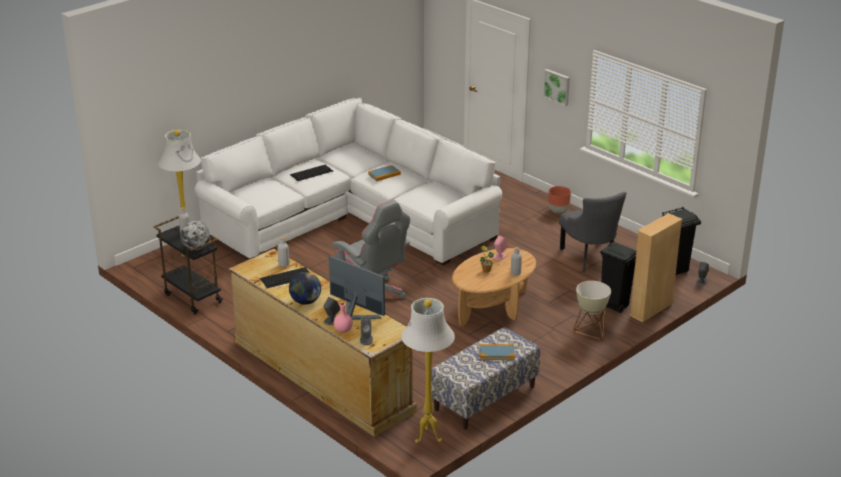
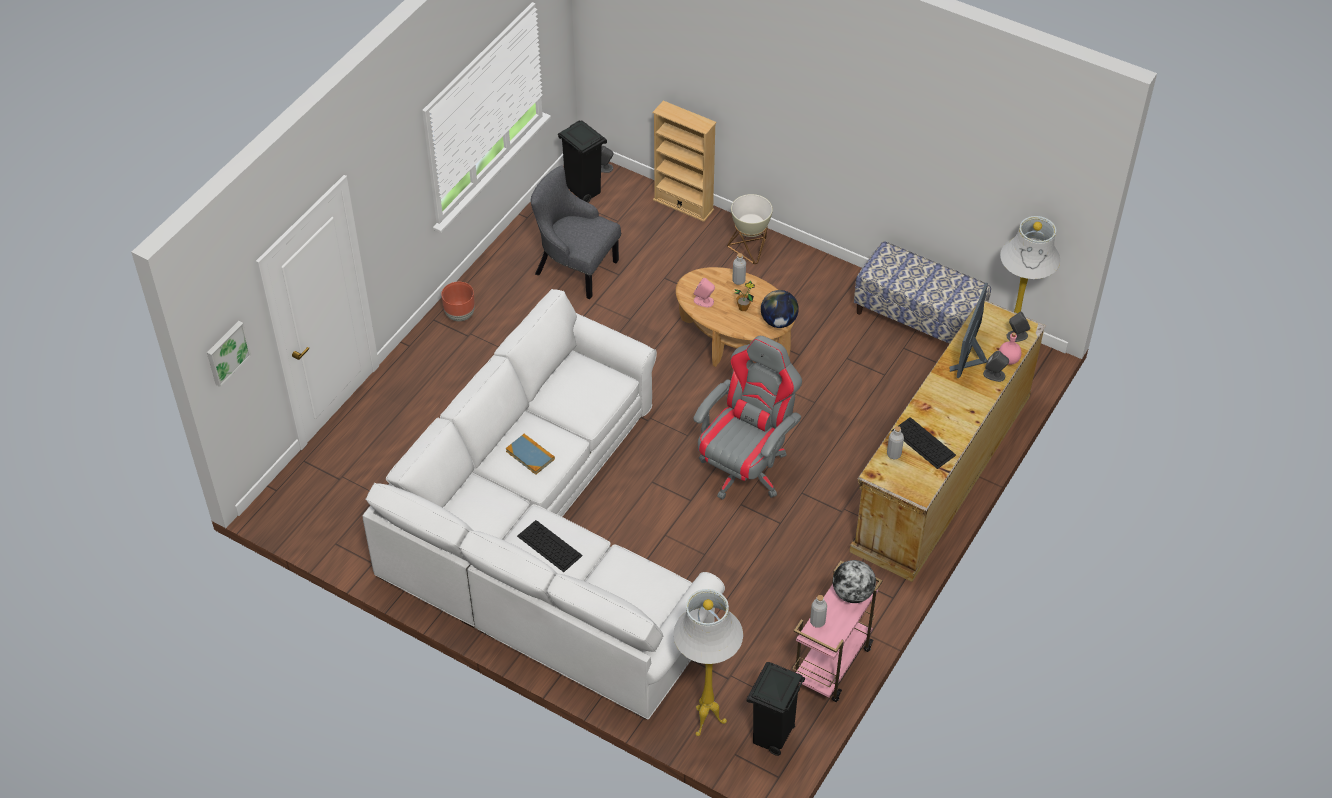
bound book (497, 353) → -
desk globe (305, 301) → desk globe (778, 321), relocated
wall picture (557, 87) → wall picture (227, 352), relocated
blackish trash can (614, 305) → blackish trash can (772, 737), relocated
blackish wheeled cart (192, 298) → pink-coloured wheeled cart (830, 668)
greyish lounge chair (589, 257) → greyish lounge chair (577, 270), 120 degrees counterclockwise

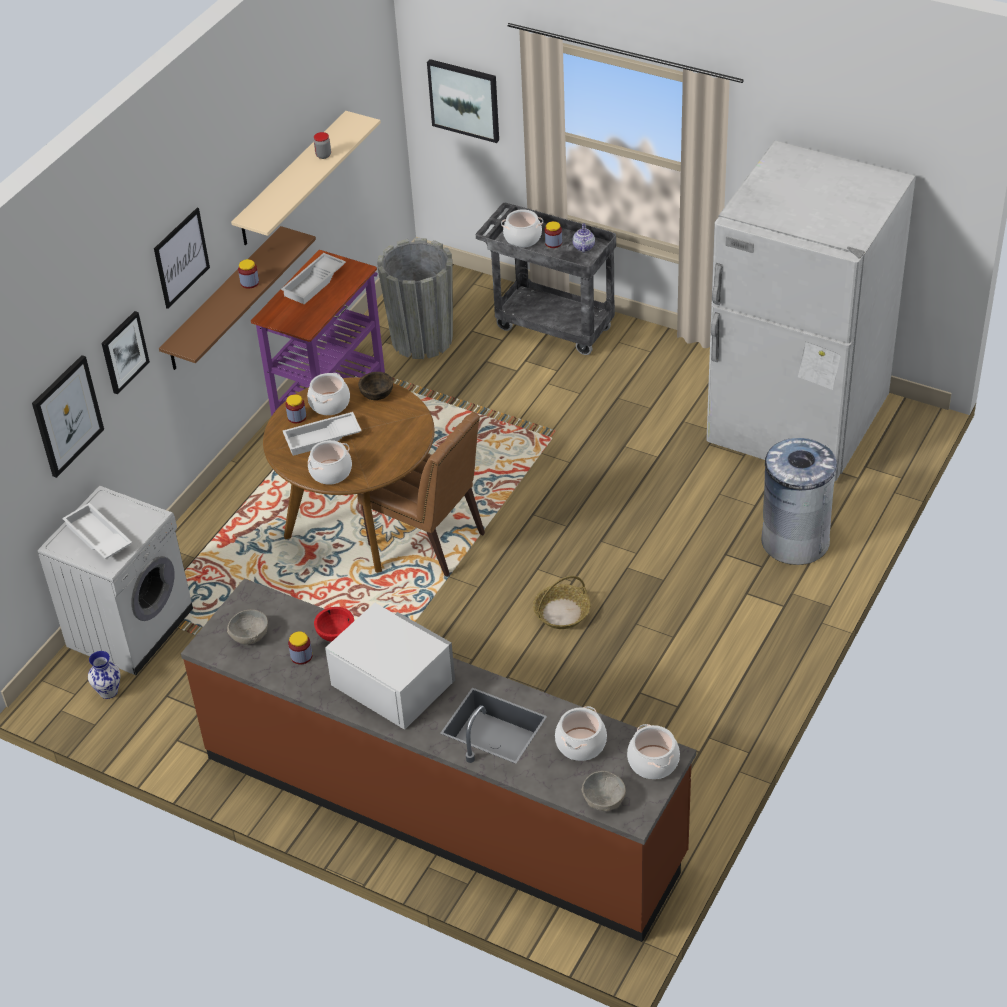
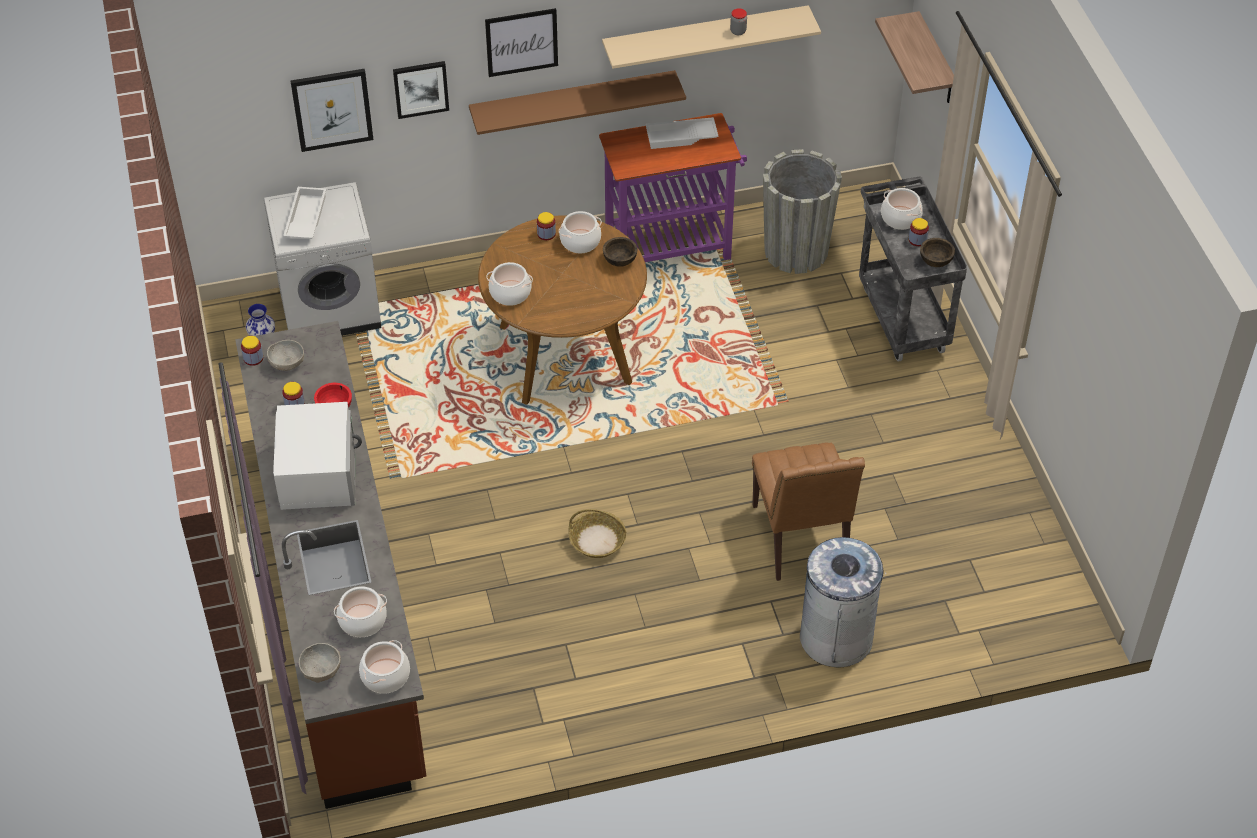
whitish serving tray (322, 439) → -
whitish kitchen fridge (798, 420) → -
jar (249, 283) → jar (253, 358), relocated
brown plain chair (426, 539) → brown plain chair (799, 536), relocated
wall picture (464, 99) → bracket shelf (936, 61)
teapot (583, 247) → brown serving bowl (935, 260)

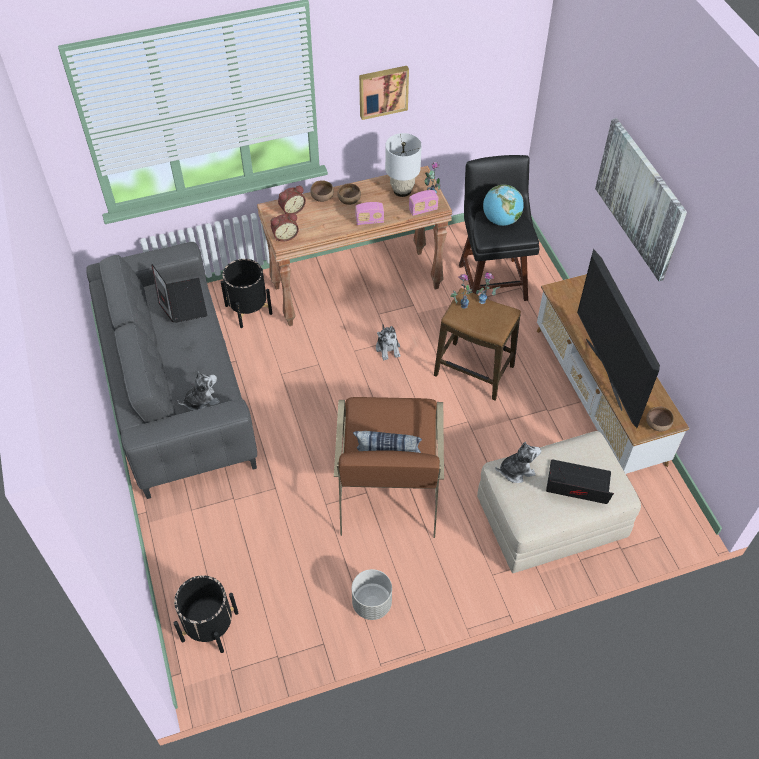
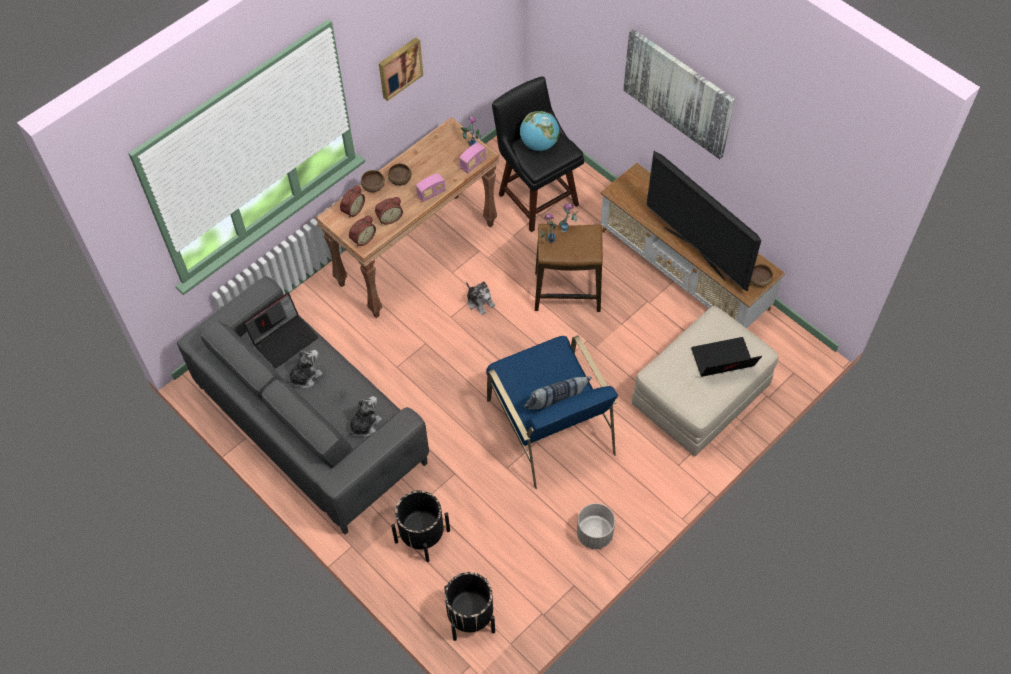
whitish lamp for a table (402, 190) → -
- → bedside clock (389, 217)
blackish plant pot (248, 309) → blackish plant pot (422, 536), relocated
soft toy (516, 470) → soft toy (305, 376), relocated
brown lounge chair (388, 479) → blue lounge chair (548, 421)
portable computer (181, 301) → portable computer (284, 338), 90 degrees clockwise

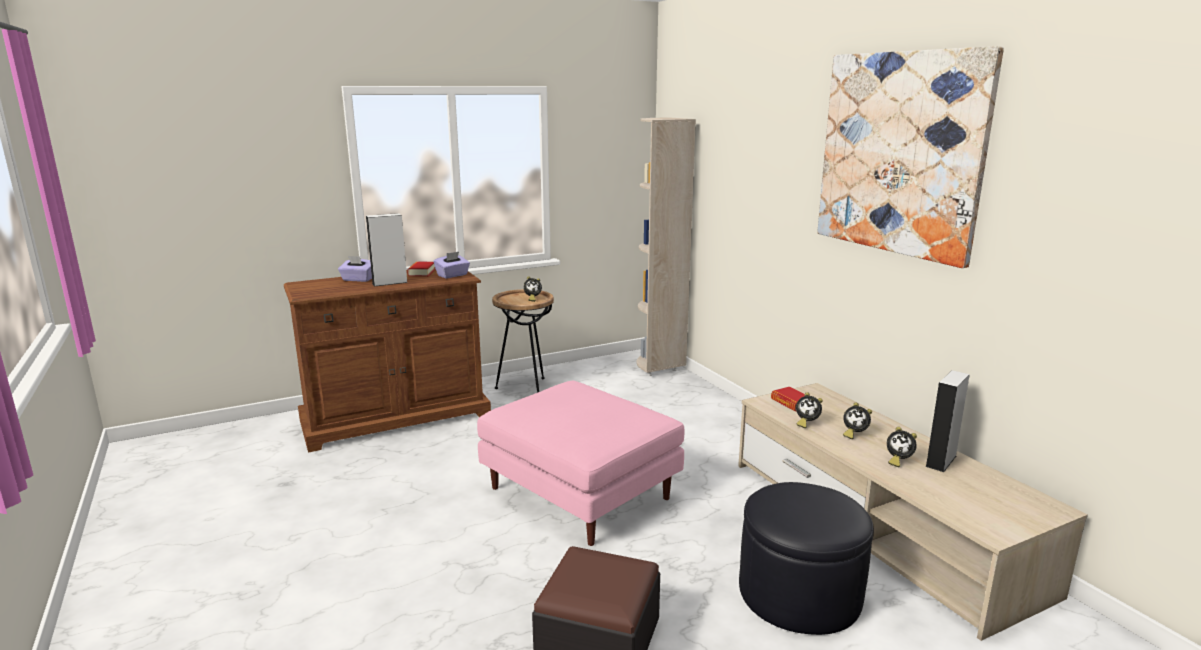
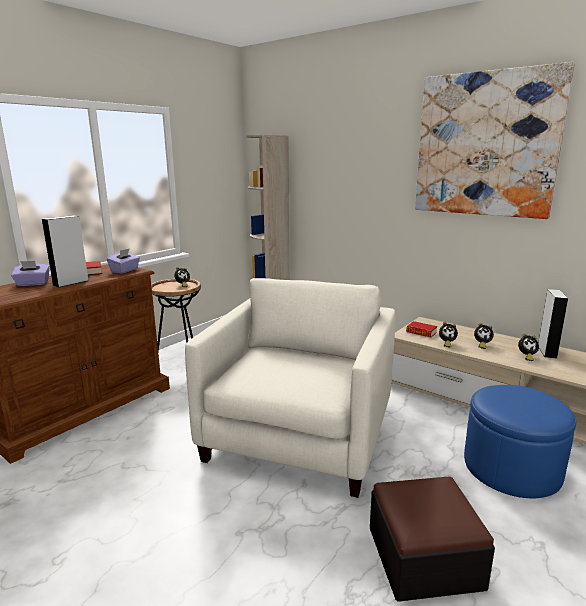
pink-coloured pouffe (582, 494) → sand-coloured lounge chair (299, 435)
blackish pouffe (800, 594) → blue pouffe (511, 467)

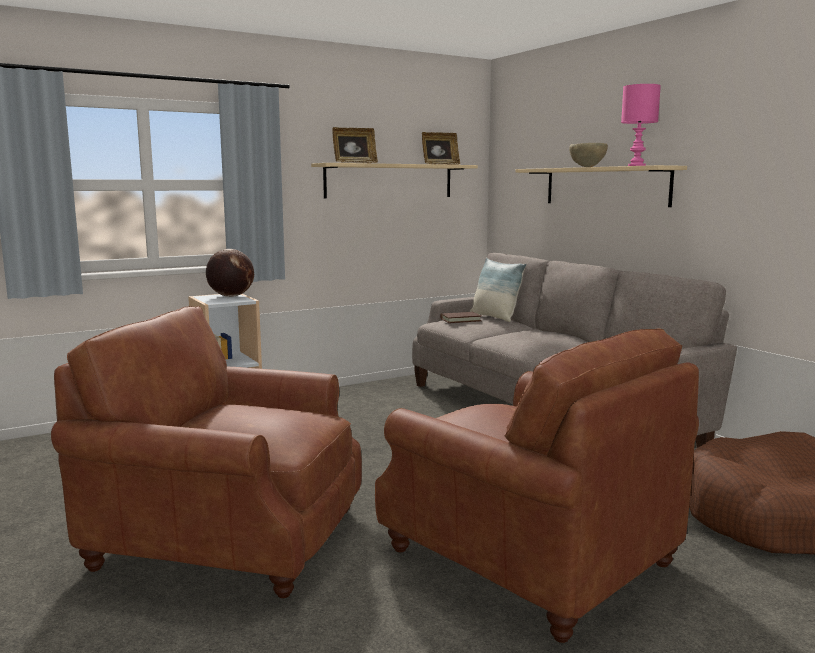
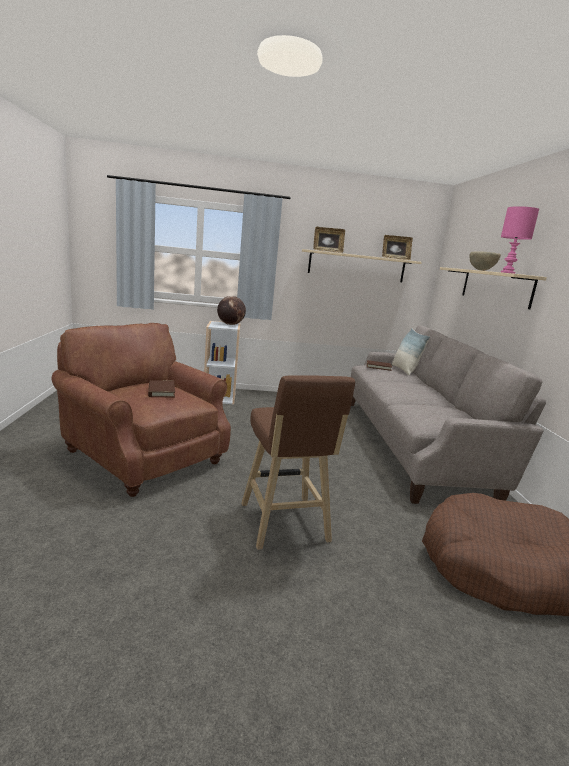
- → brown bound book (161, 391)
brown lounge chair (529, 556) → brown stool (285, 525)

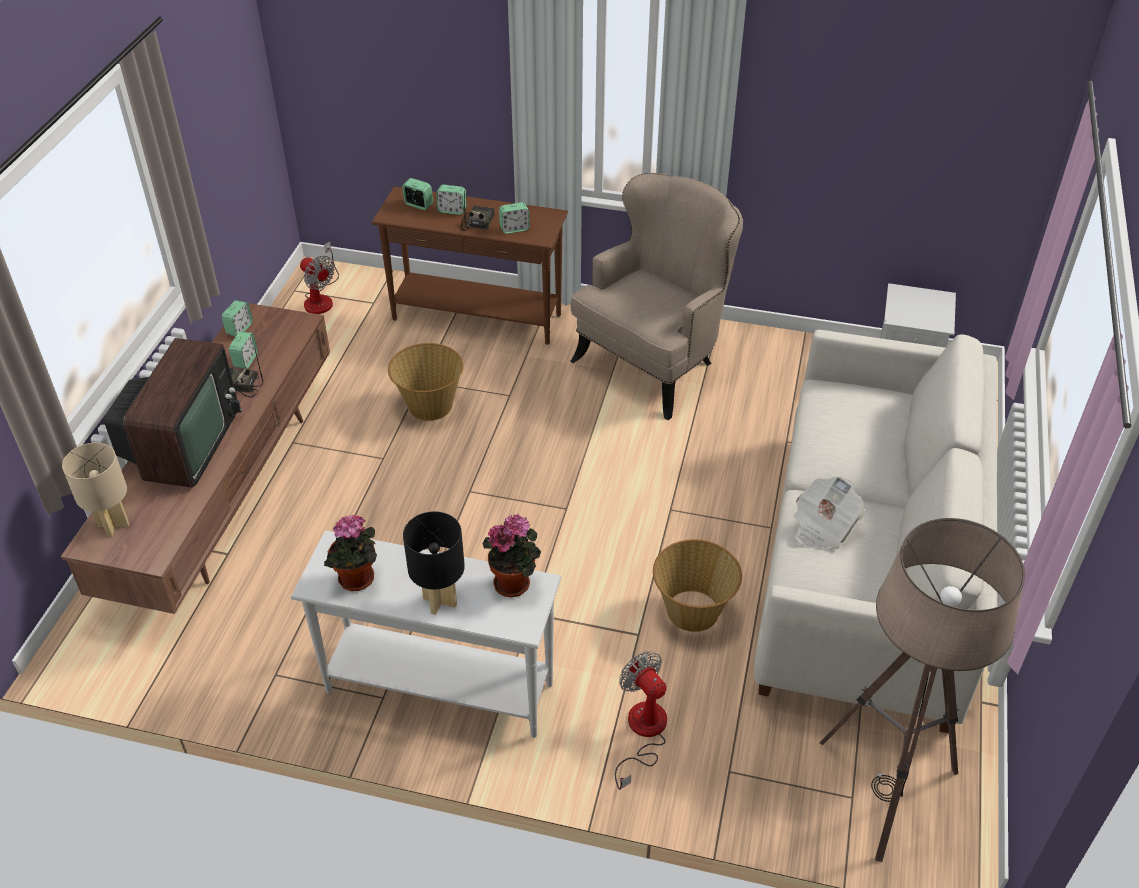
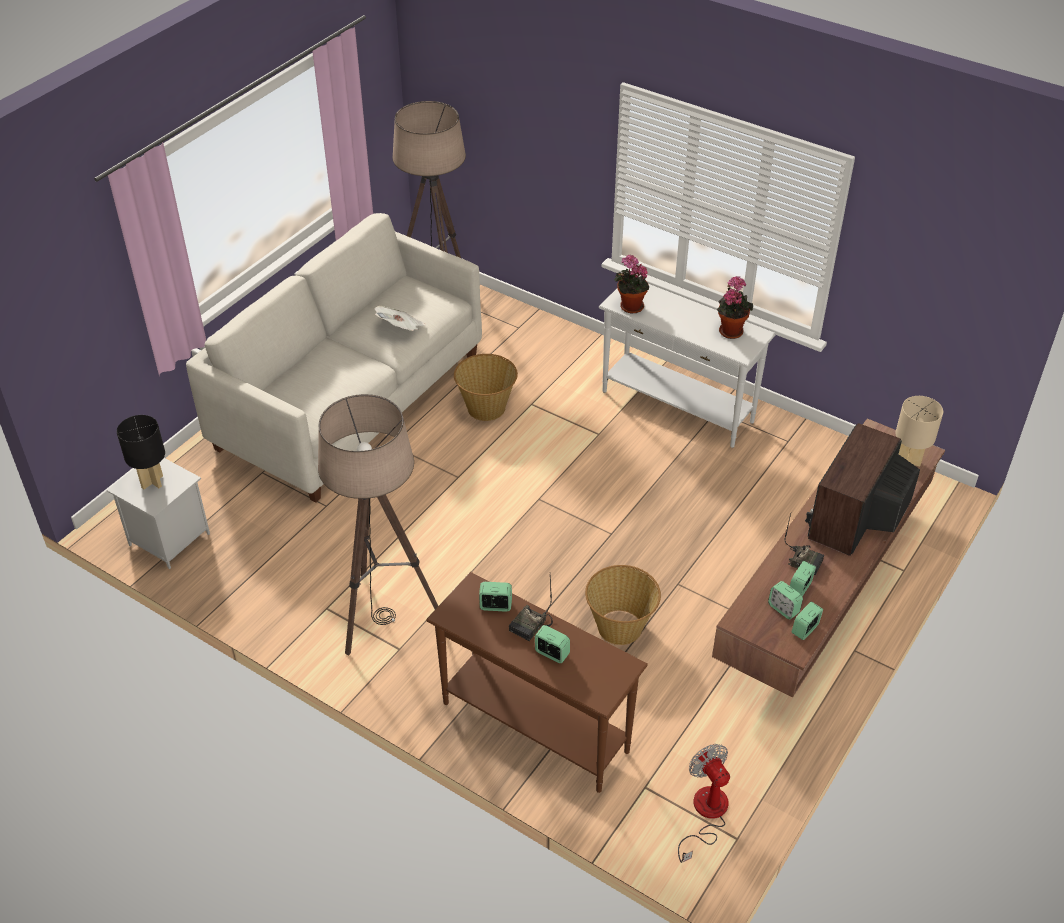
cooling fan (643, 733) → -
bedside clock (418, 205) → bedside clock (783, 609), relocated
blackish lamp for a table (440, 601) → blackish lamp for a table (151, 481), relocated
sand-coloured lounge chair (654, 363) → standing lamp (384, 614)

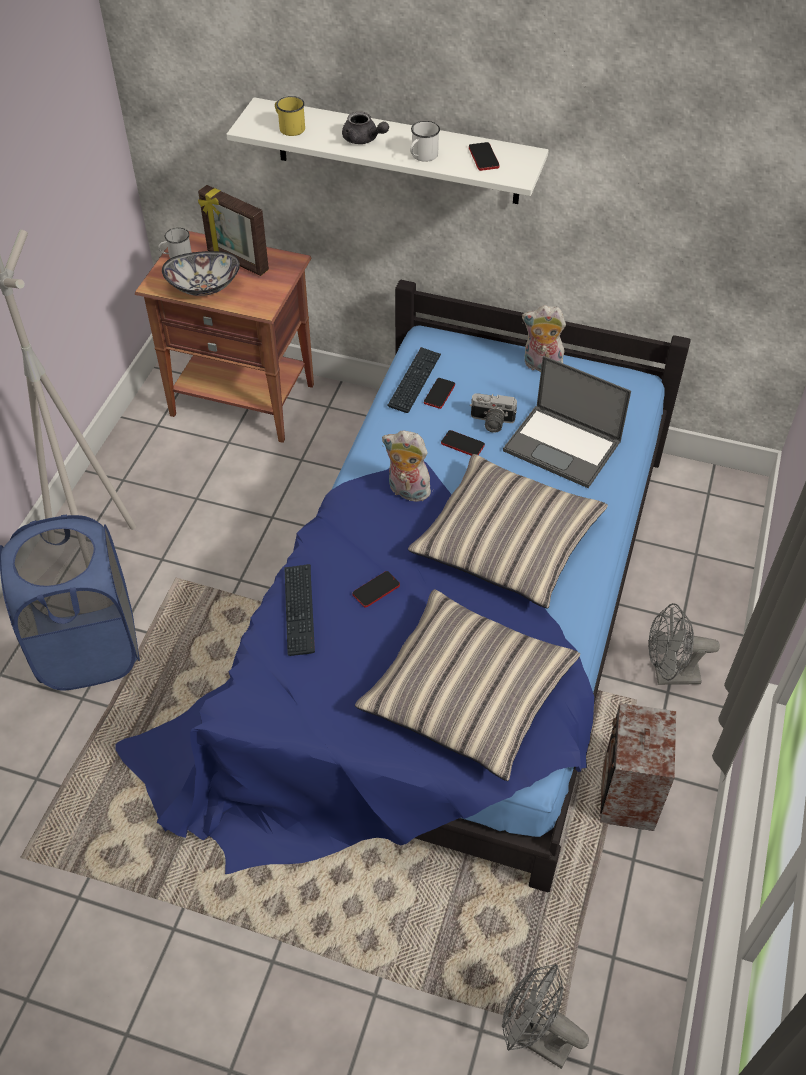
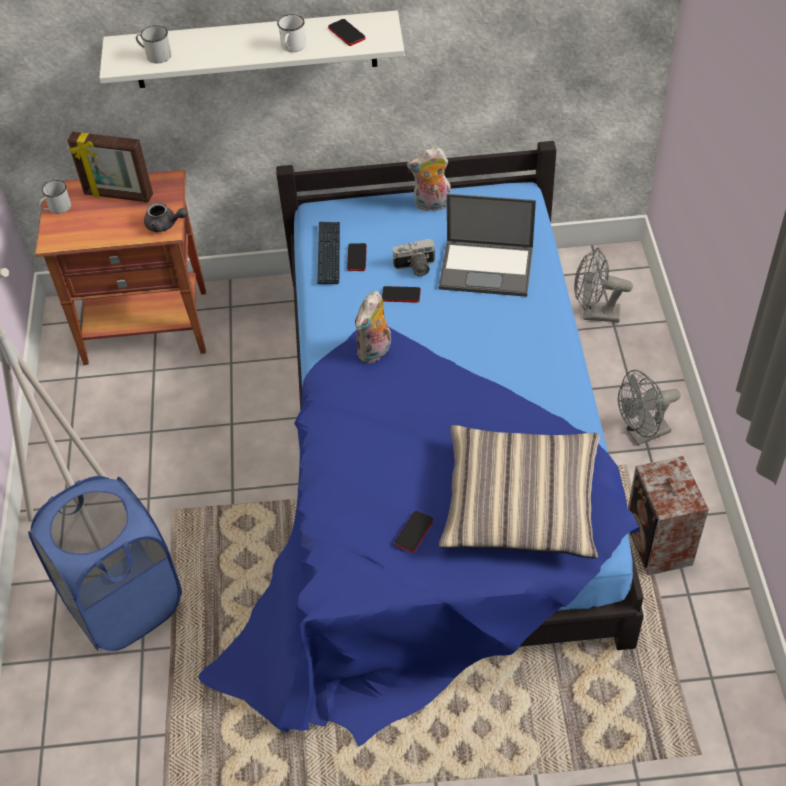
serving bowl (204, 287) → -
PC keyboard (299, 610) → -
throw pillow (507, 542) → -
greyish teapot (363, 140) → greyish teapot (165, 225), relocated
phone (376, 590) → phone (414, 532), relocated
greyish cooling fan (535, 1036) → greyish cooling fan (594, 314), relocated
yellowish coffee mug (289, 127) → whitish coffee mug (155, 55)
soft toy (406, 491) → soft toy (375, 352), 60 degrees counterclockwise

